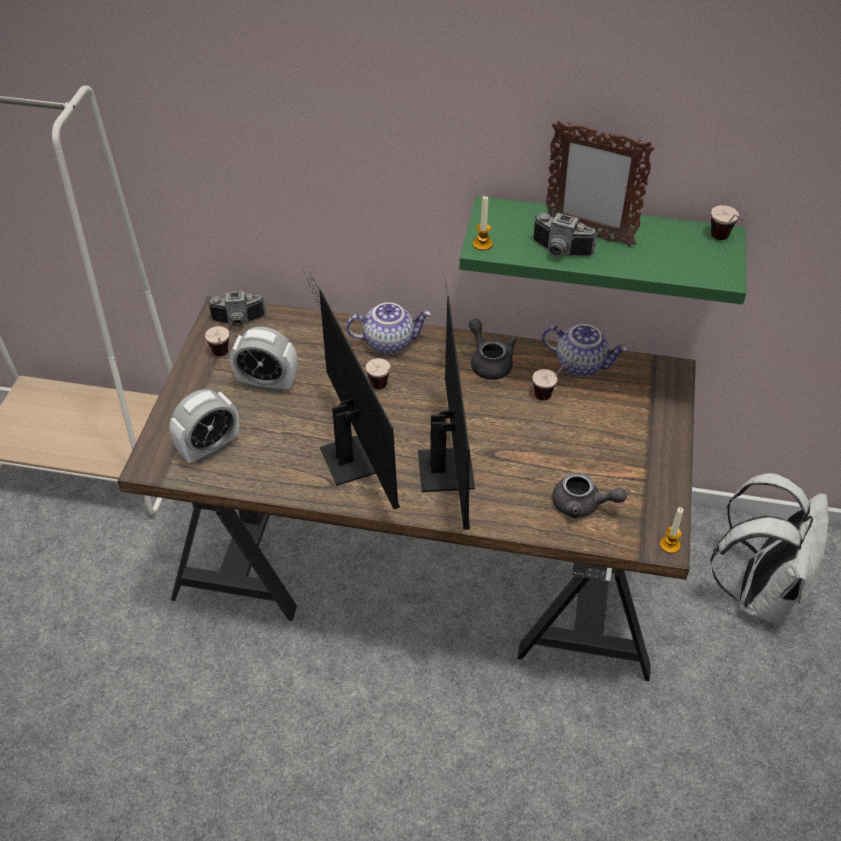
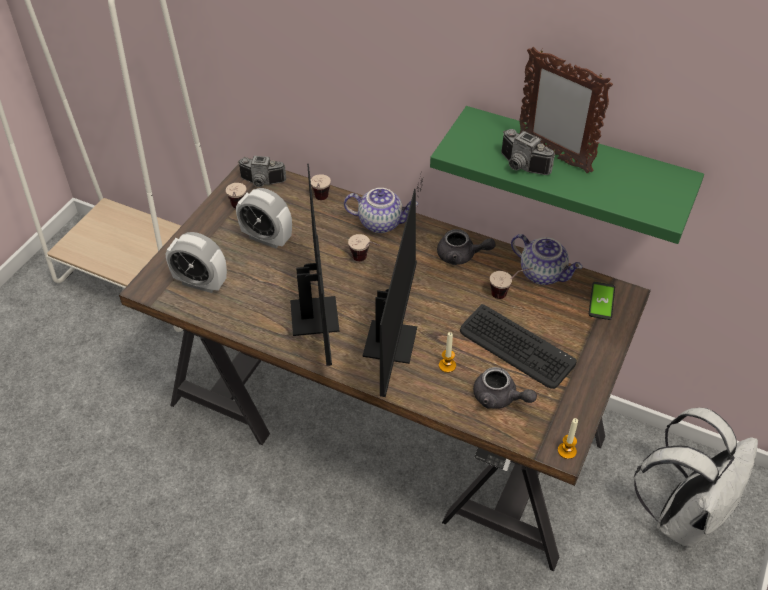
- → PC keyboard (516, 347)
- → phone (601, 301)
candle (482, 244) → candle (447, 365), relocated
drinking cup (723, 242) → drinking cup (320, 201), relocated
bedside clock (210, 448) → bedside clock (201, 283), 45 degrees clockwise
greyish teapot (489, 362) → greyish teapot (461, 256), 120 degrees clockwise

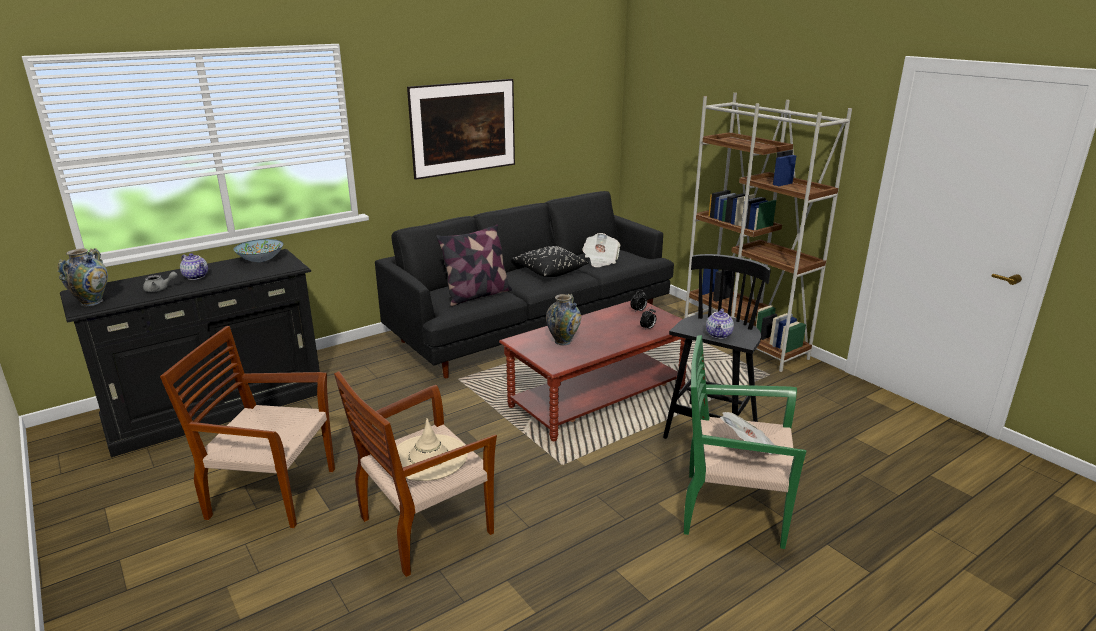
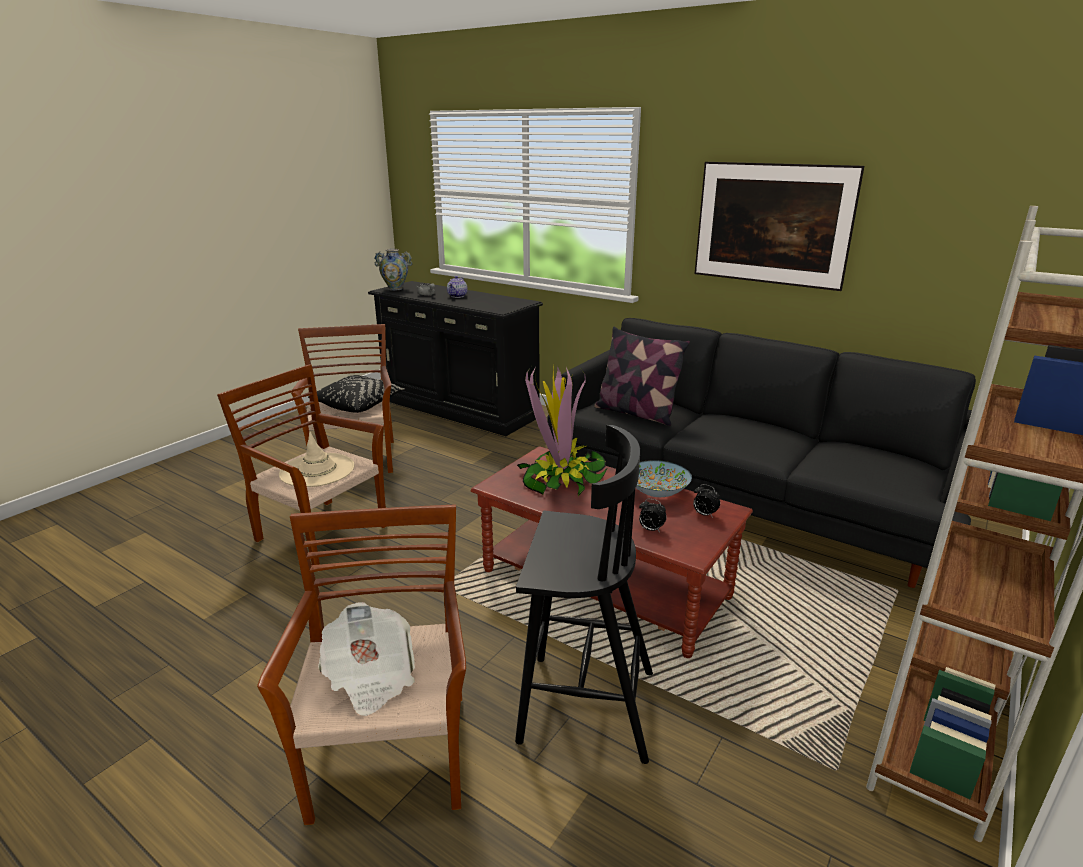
printed paper (600, 260) → -
teapot (719, 335) → -
serving bowl (260, 260) → serving bowl (657, 492), relocated
blackish throw pillow (549, 271) → blackish throw pillow (358, 404), relocated
vase (563, 341) → houseplant (561, 479)
greenish lounge chair (731, 508) → brown lounge chair (390, 752)

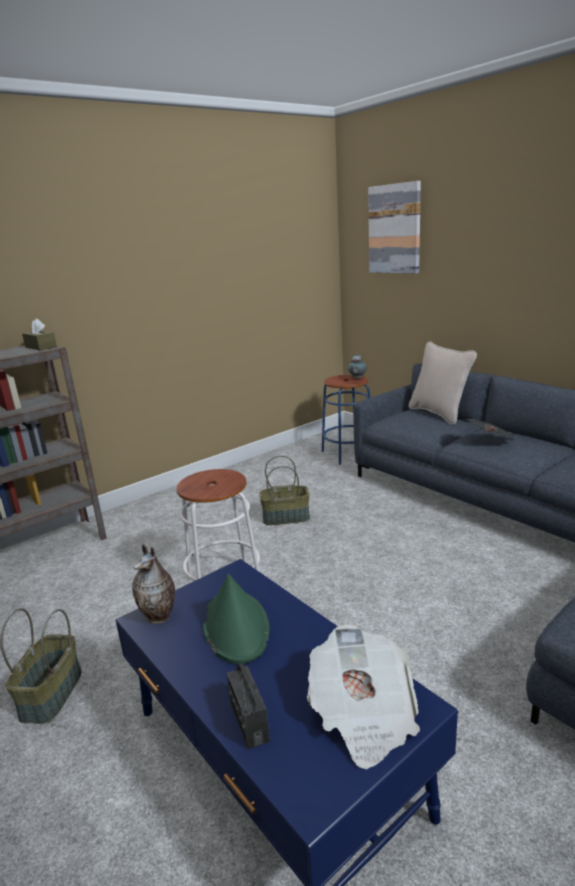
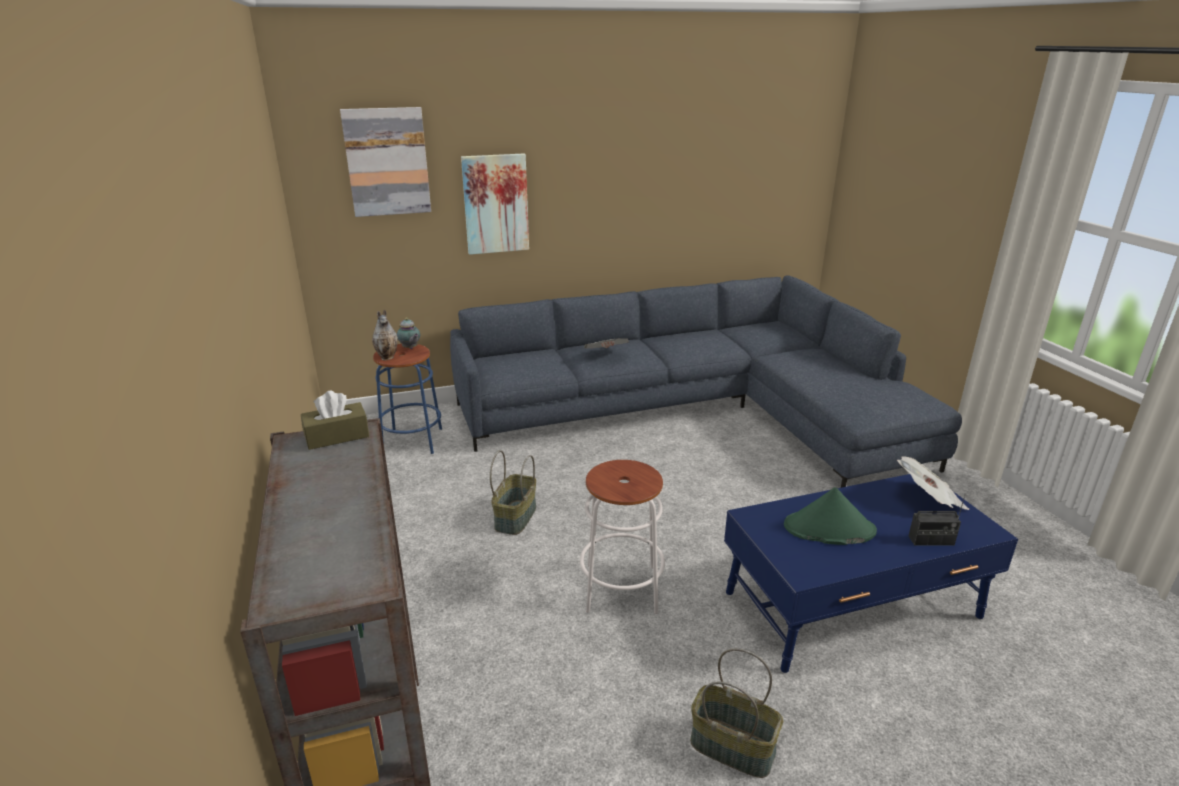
sand-coloured throw pillow (439, 414) → -
- → wall picture (495, 204)
vase (160, 617) → vase (388, 357), relocated

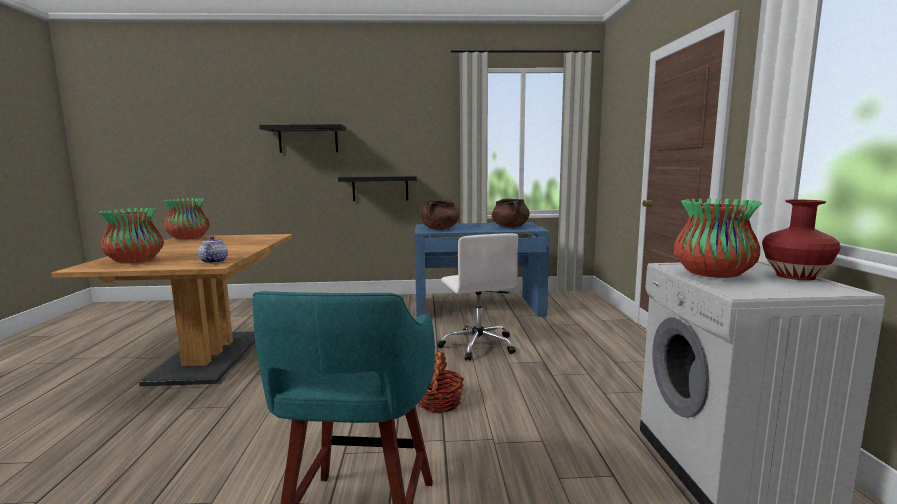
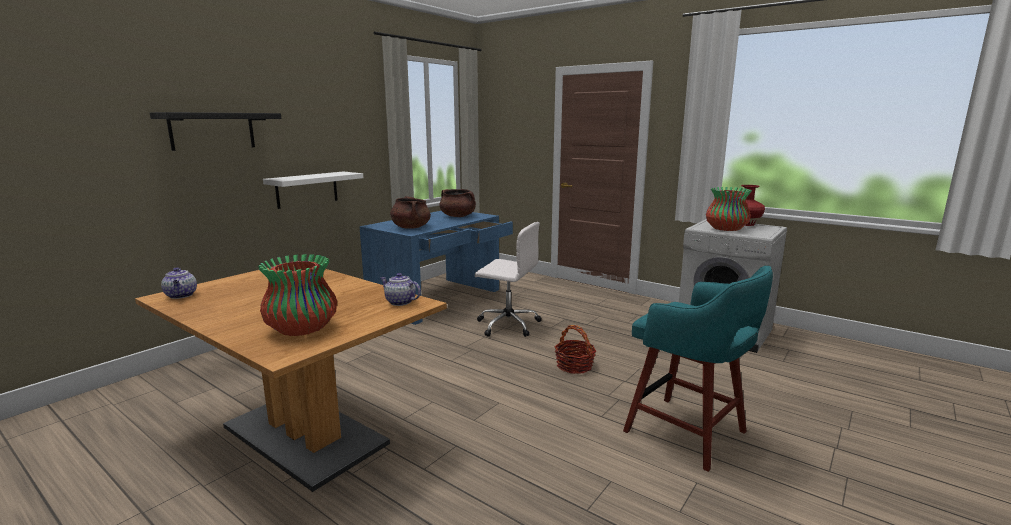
vase (188, 238) → teapot (181, 295)
blackish bracket shelf (380, 188) → whitish bracket shelf (307, 189)

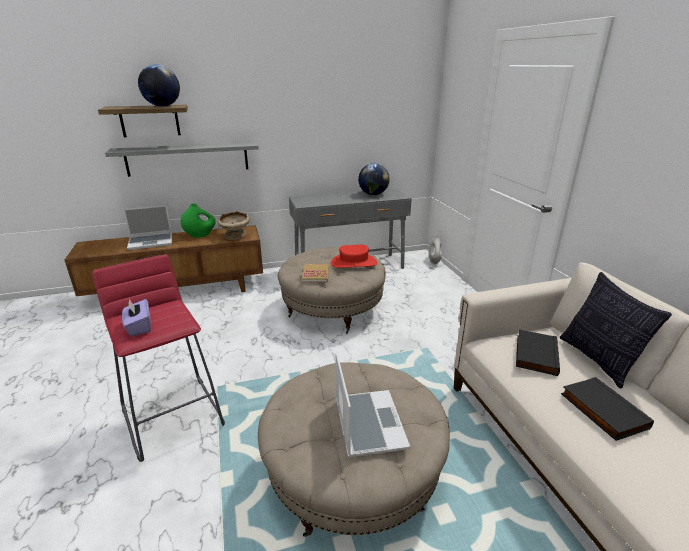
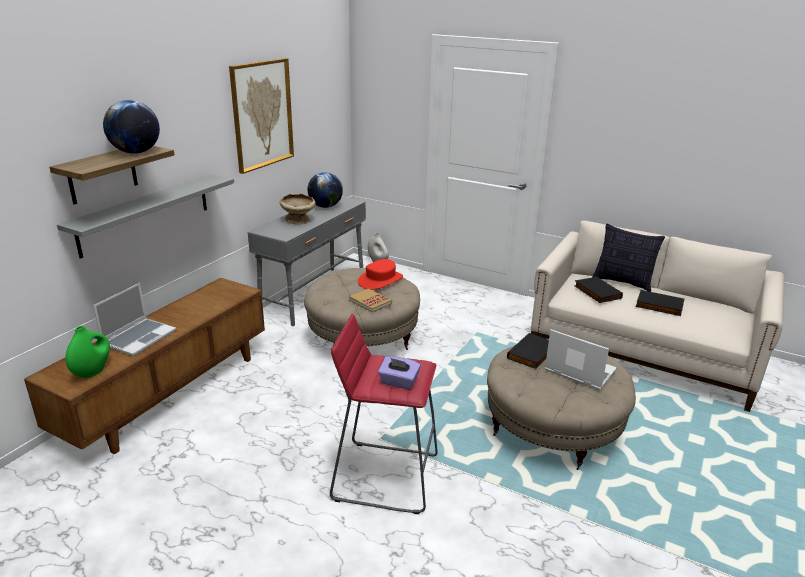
- → wall picture (262, 114)
- → blackish bound book (532, 354)
greenish vase (200, 235) → greenish vase (92, 371), relocated
sand-coloured serving bowl (236, 236) → sand-coloured serving bowl (298, 220), relocated

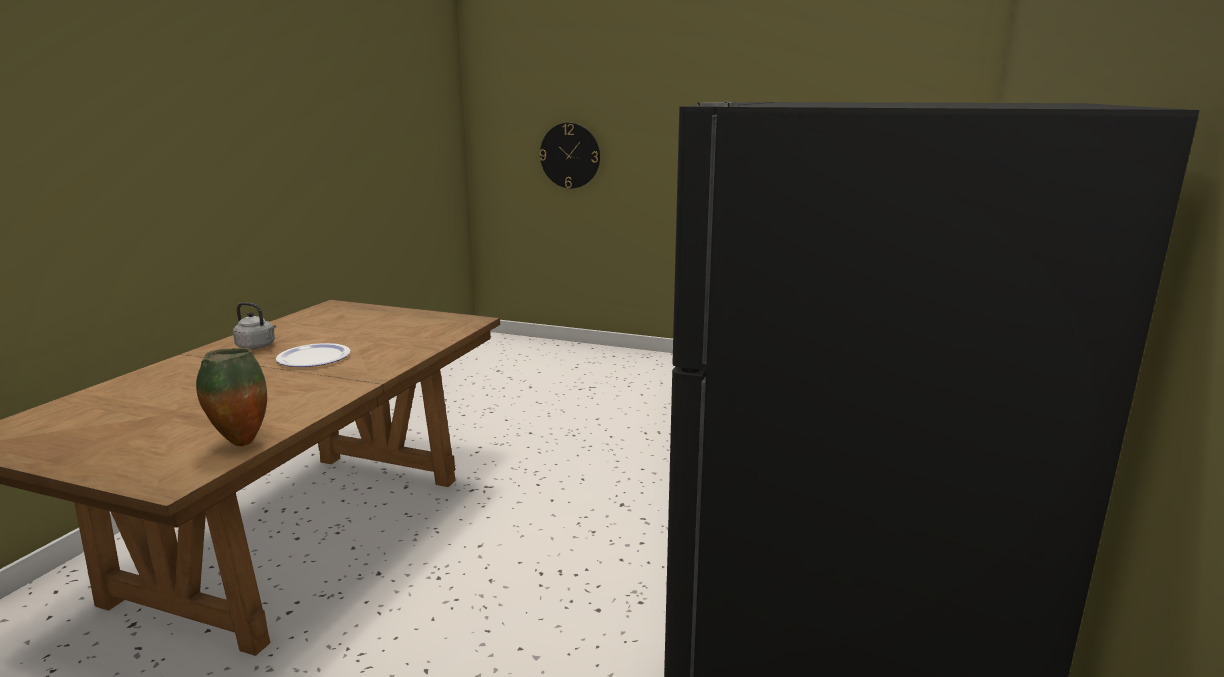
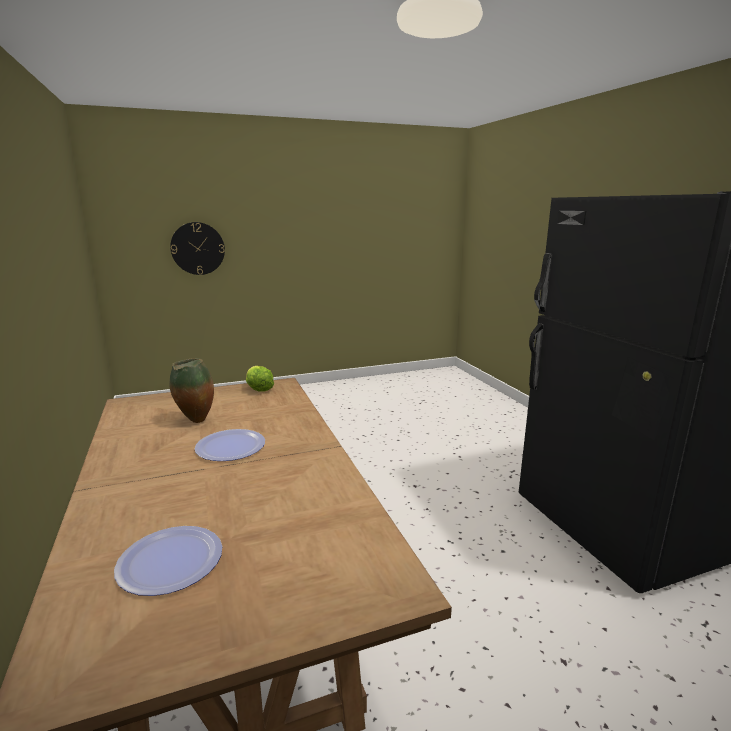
greyish water kettle (257, 346) → -
- → flat dish (170, 561)
- → head of lettuce (258, 388)
vase (240, 442) → vase (195, 421), relocated

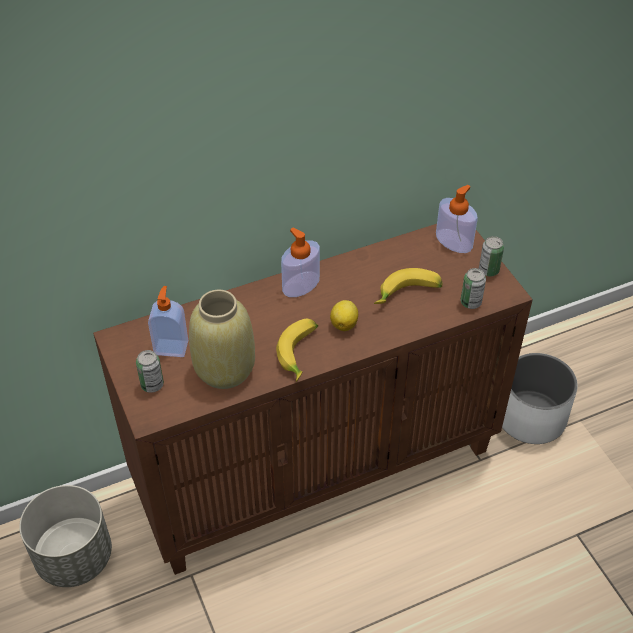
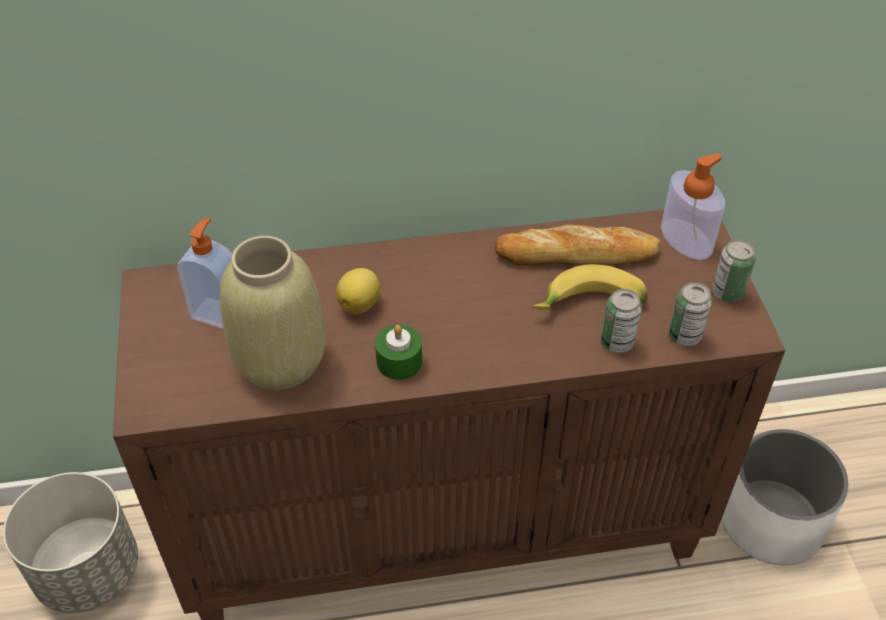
soap dispenser (301, 284) → -
- → bread (577, 254)
sealed can (152, 385) → sealed can (617, 342), relocated
citrus fruit (344, 324) → citrus fruit (360, 304), relocated
banana fruit (301, 354) → greenish candle (399, 361)

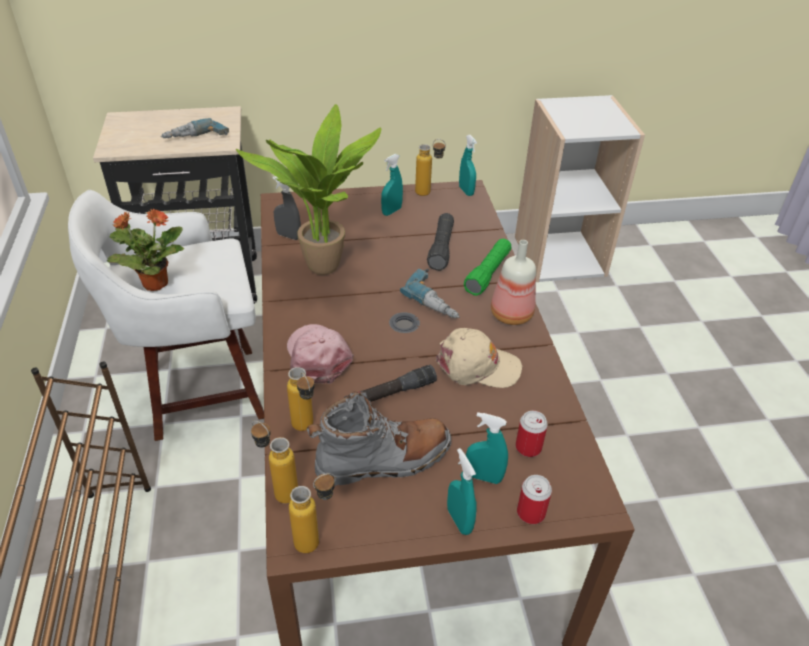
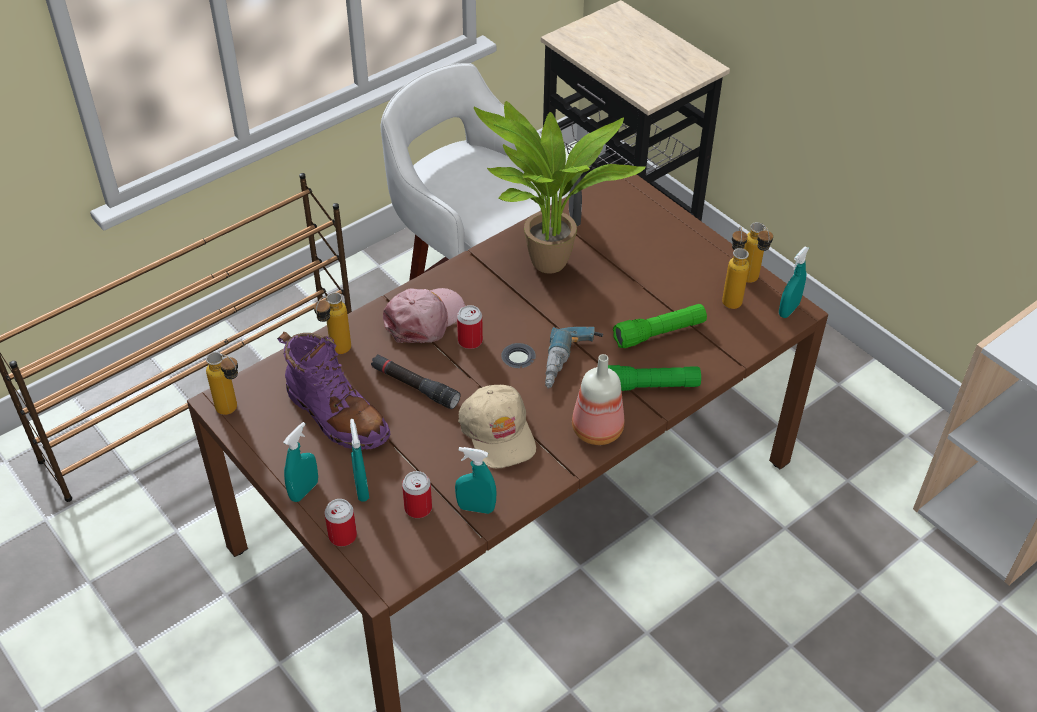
houseplant (154, 283) → -
electric drill (196, 140) → -
- → sealed can (470, 341)
drink bottle (278, 490) → drink bottle (731, 296), relocated
turquoise-coloured hand sprayer (391, 211) → turquoise-coloured hand sprayer (476, 508), relocated
greyish high-top boot (383, 460) → purplish high-top boot (336, 415)
blackish hand torch (441, 248) → greenish hand torch (659, 333)

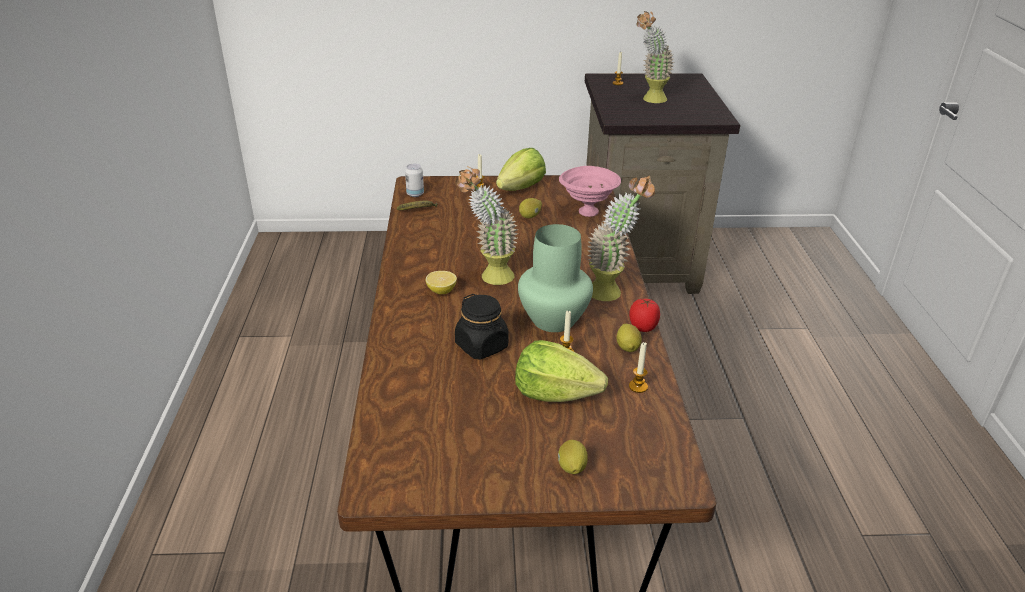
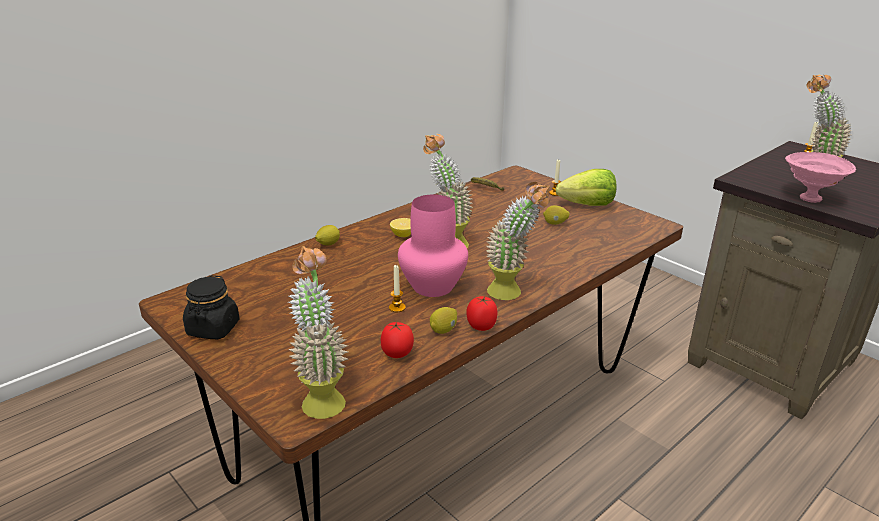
sealed can (415, 194) → -
head of lettuce (555, 393) → -
- → houseplant (322, 397)
blackish jar (482, 346) → blackish jar (213, 329), relocated
citrus fruit (571, 468) → citrus fruit (328, 244), relocated
pink-coloured serving bowl (586, 212) → pink-coloured serving bowl (808, 198), relocated
candle (638, 386) → whole tomato (397, 354)
greenish vase (552, 319) → pink-coloured vase (432, 286)

